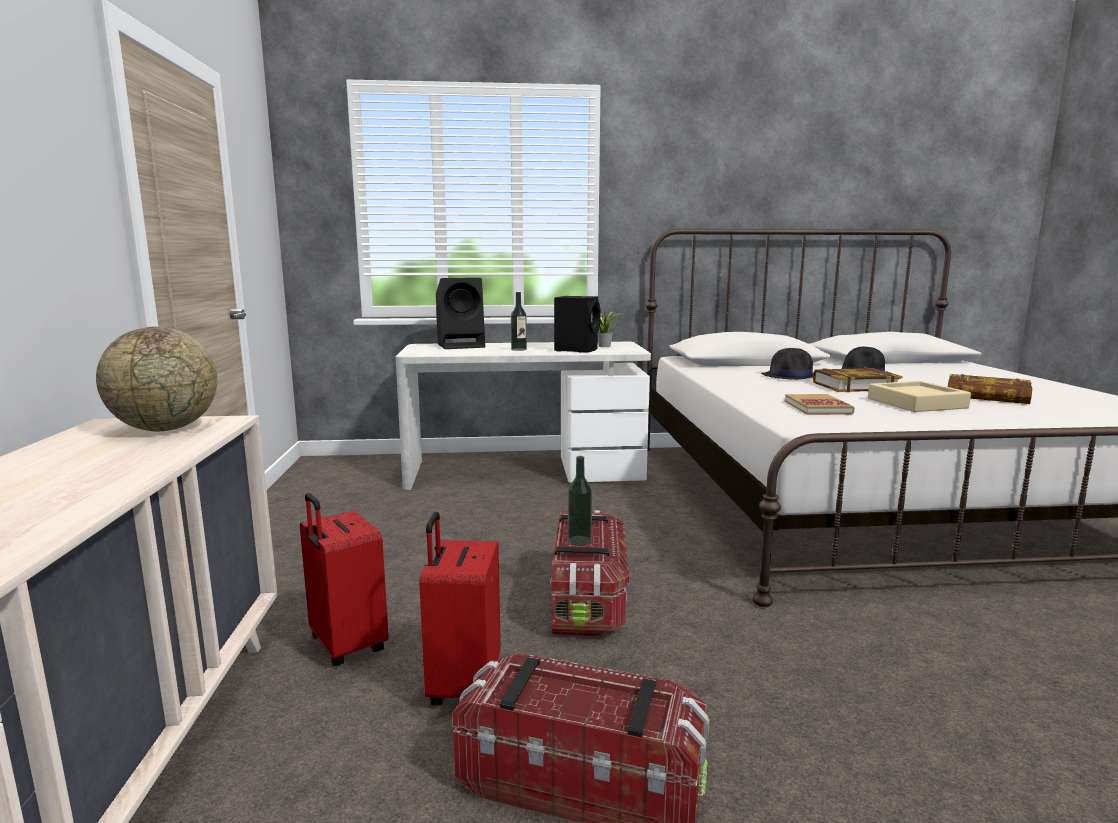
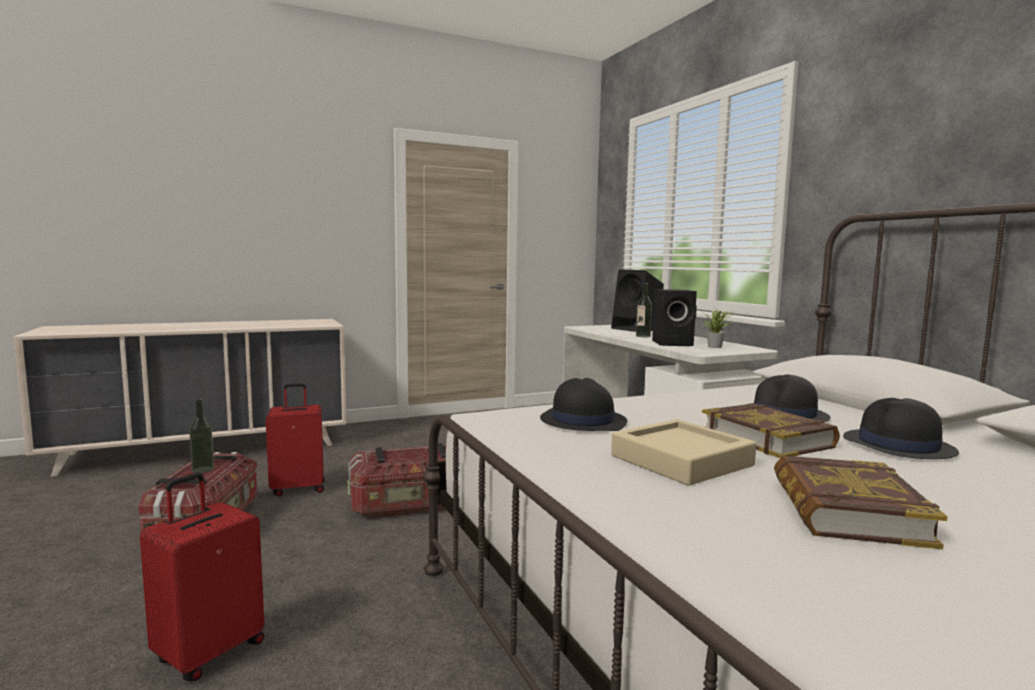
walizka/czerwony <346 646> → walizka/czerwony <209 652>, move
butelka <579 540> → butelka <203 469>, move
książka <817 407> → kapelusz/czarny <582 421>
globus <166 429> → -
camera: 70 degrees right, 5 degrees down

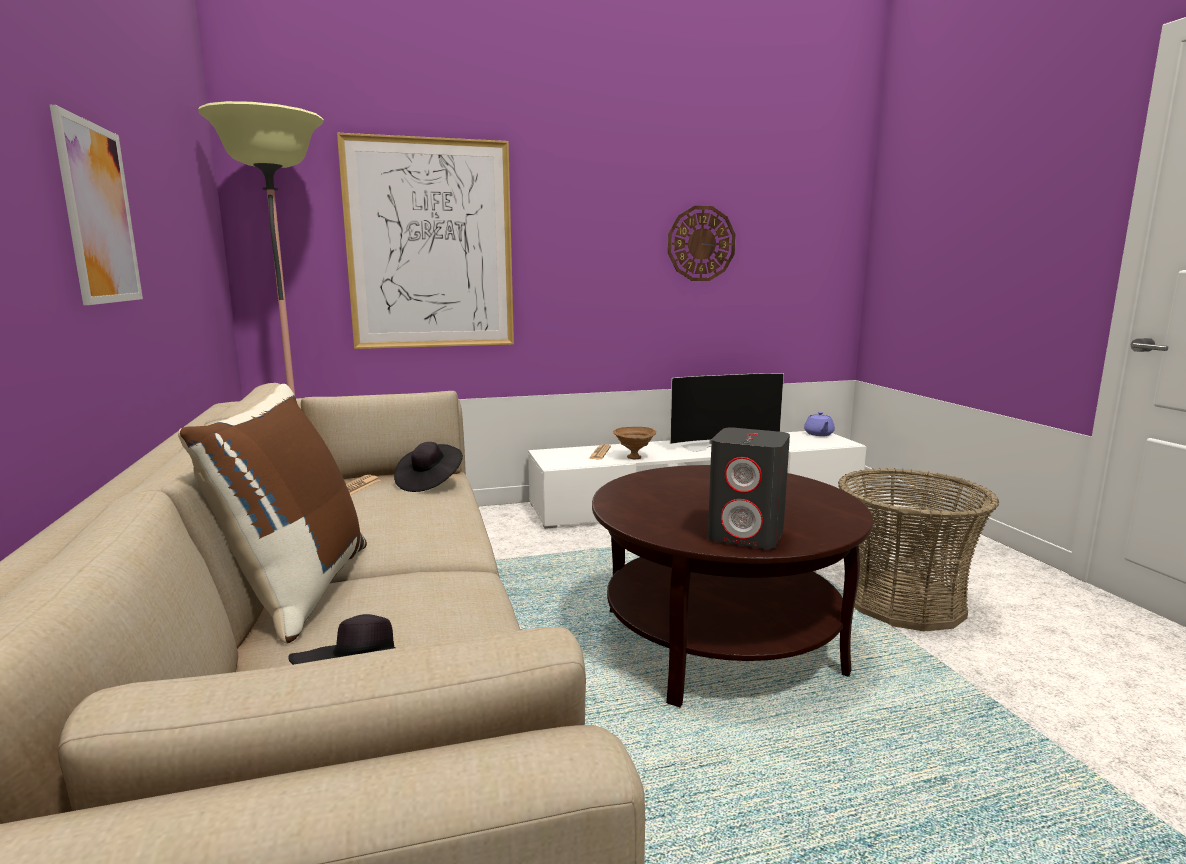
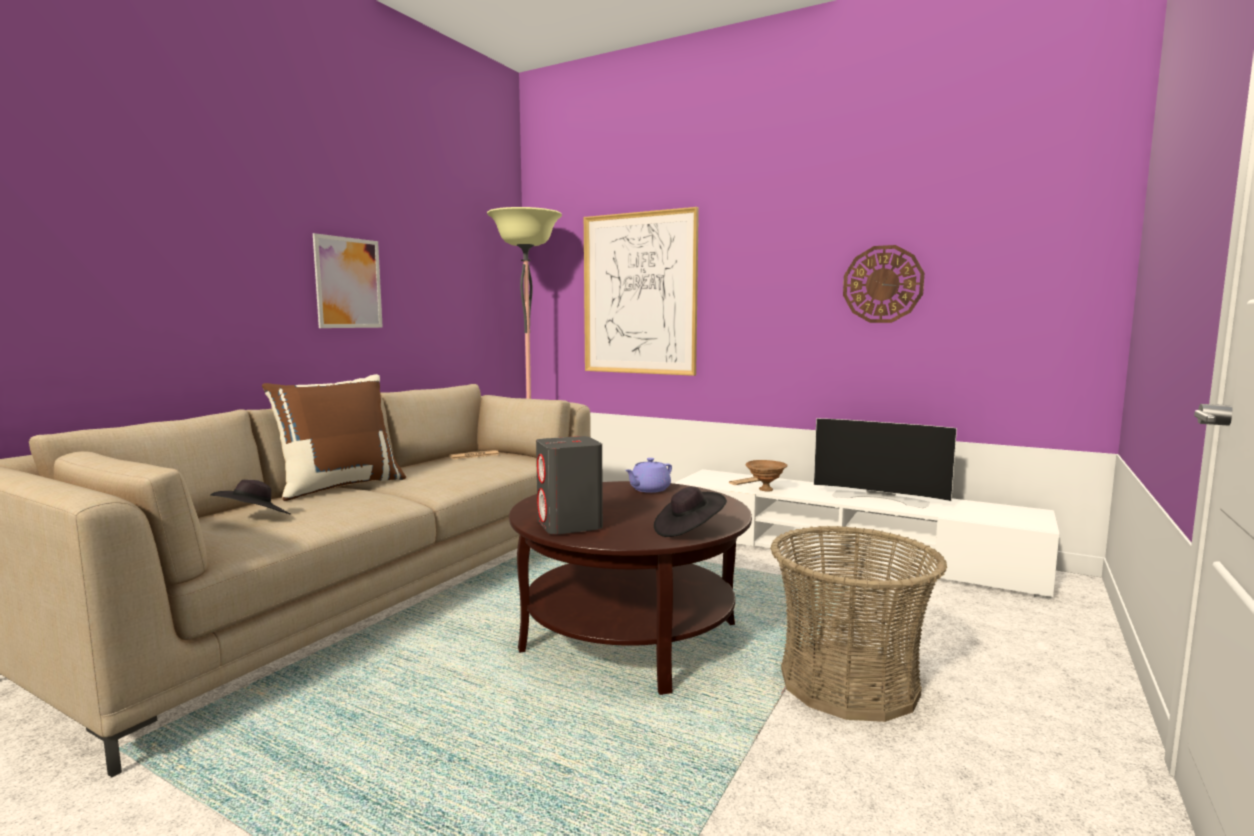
imbryk/fioletowy <819 434> → imbryk/fioletowy <649 489>, move
kapelusz/czarny <429 482> → kapelusz/czarny <688 530>, move
camera: 45 degrees right, 5 degrees down

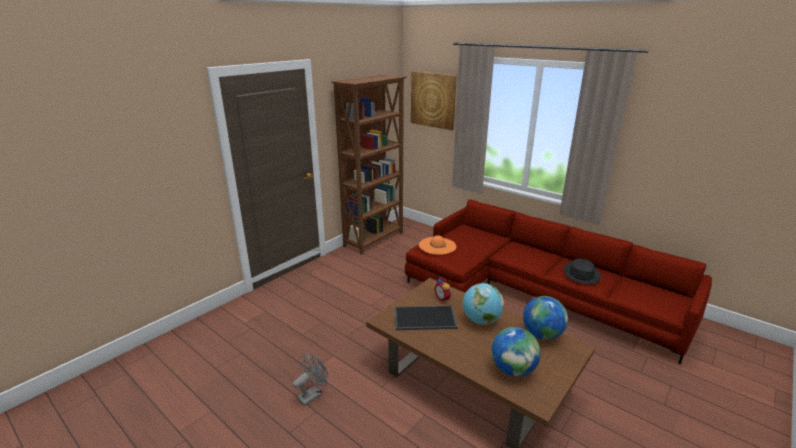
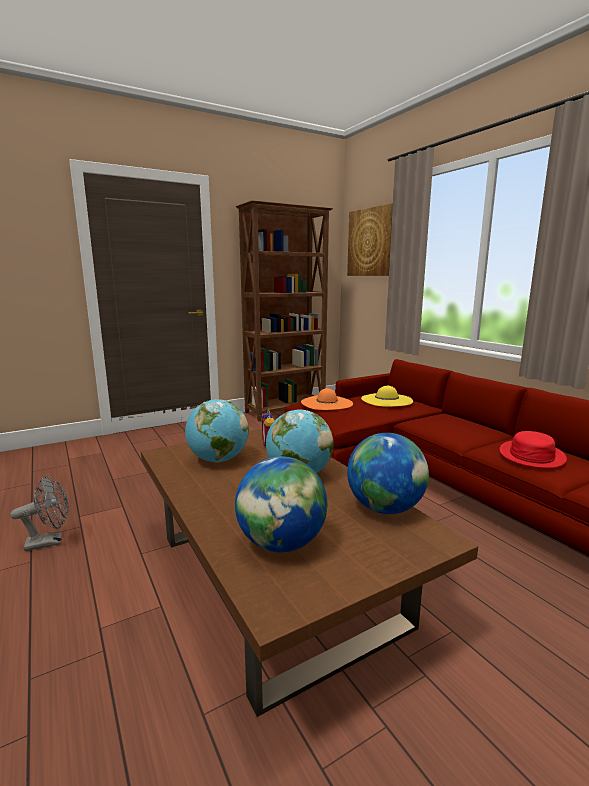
taca <424 319> → globus <218 460>
- → kapelusz/żółty <386 400>
kapelusz/czarny <581 274> → kapelusz/czerwony <531 455>
camera: 20 degrees right, 10 degrees down

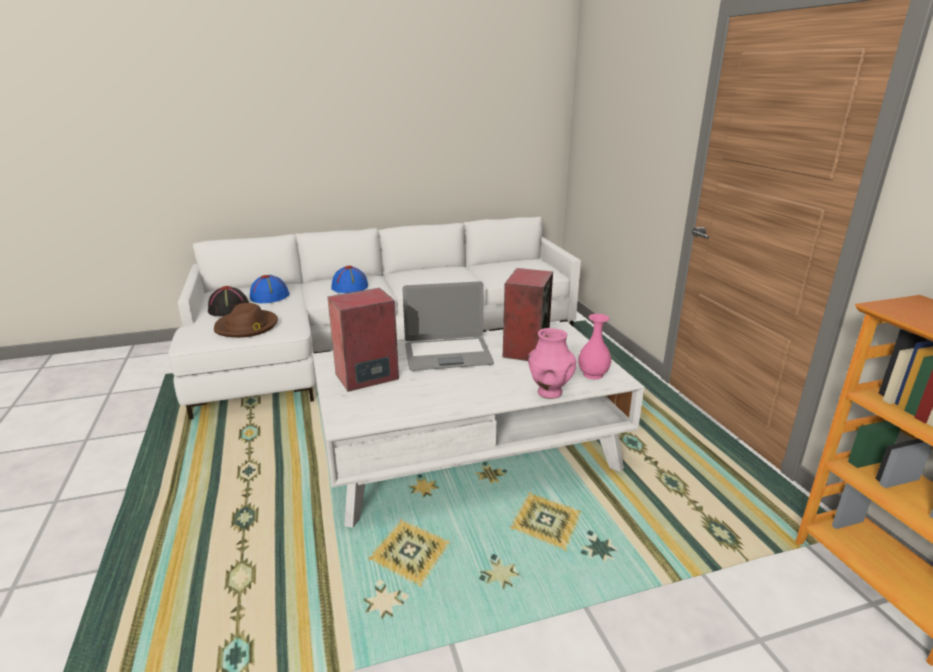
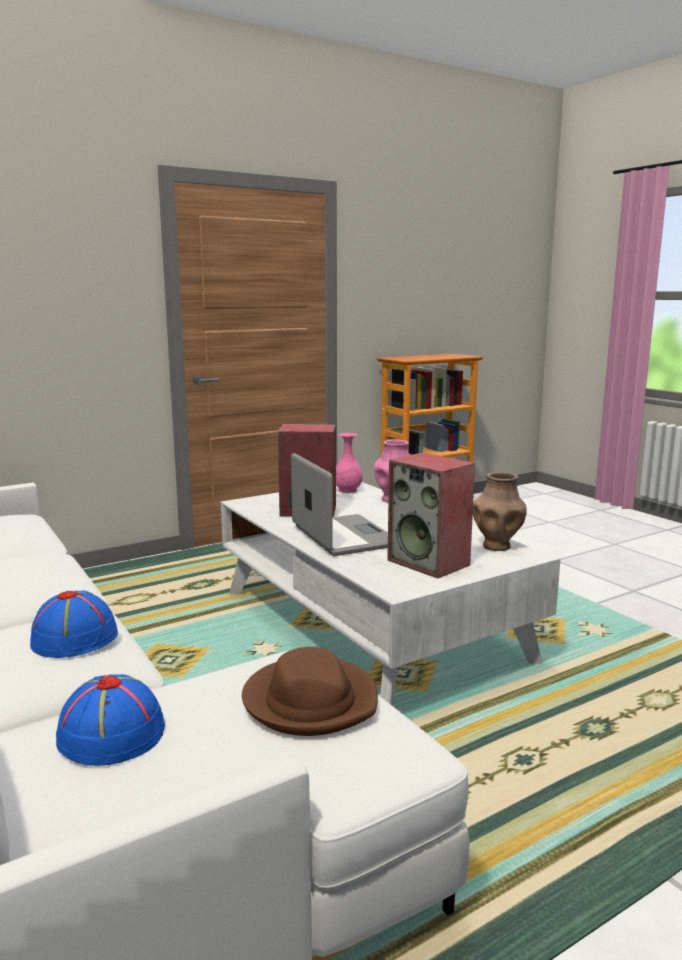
- → wazon/brązowy <497 546>
kapelusz/czarny <229 309> → -
camera: 105 degrees left, 10 degrees down

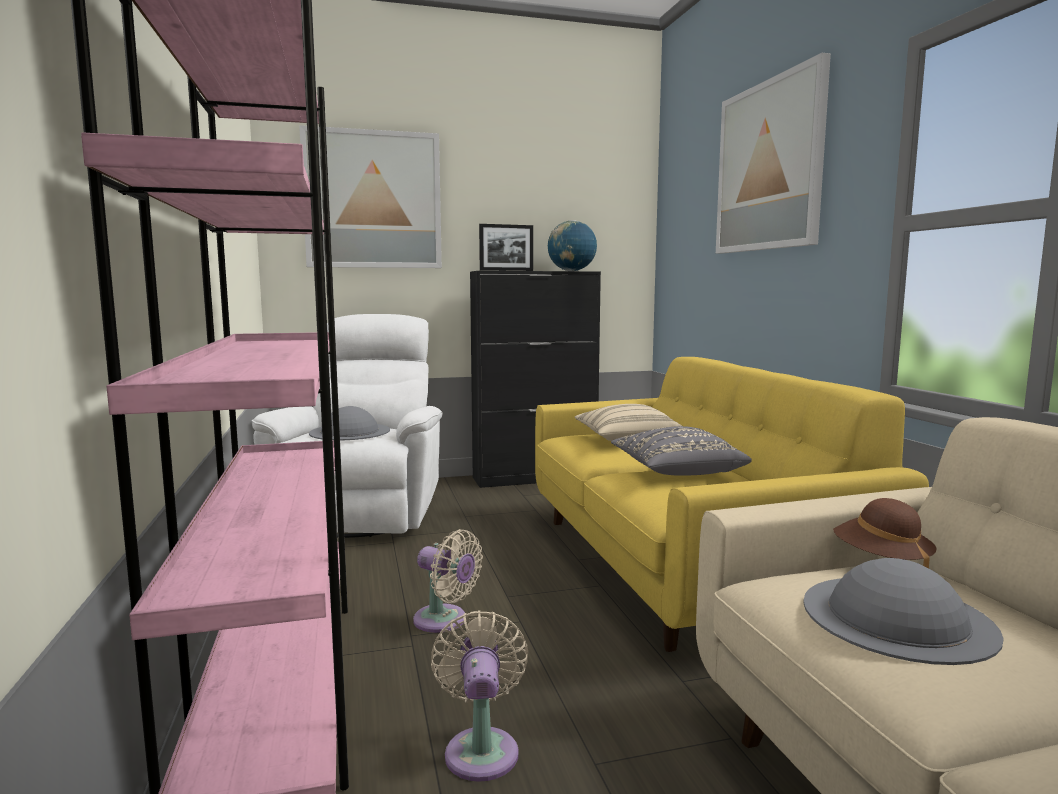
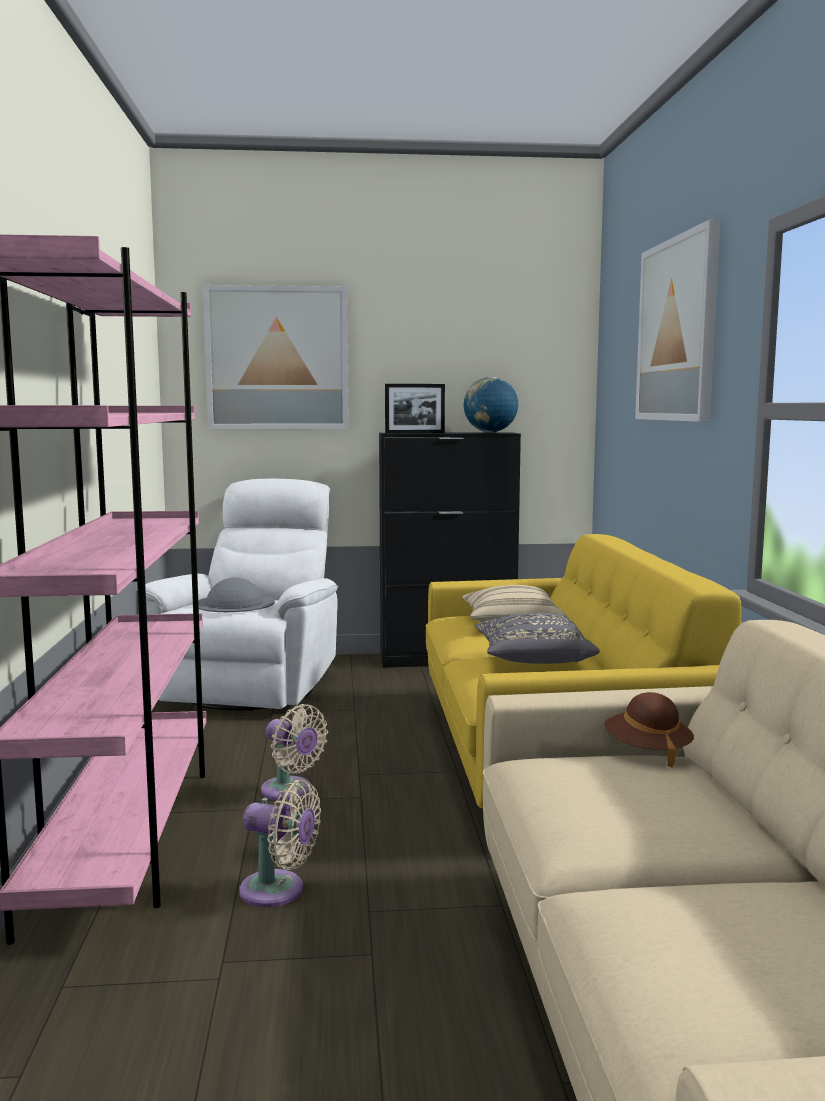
wentylator/beżowy <481 748> → wentylator/beżowy <278 891>, 105 degrees clockwise
kapelusz/szary <897 617> → -
camera: 10 degrees right, 0 degrees up

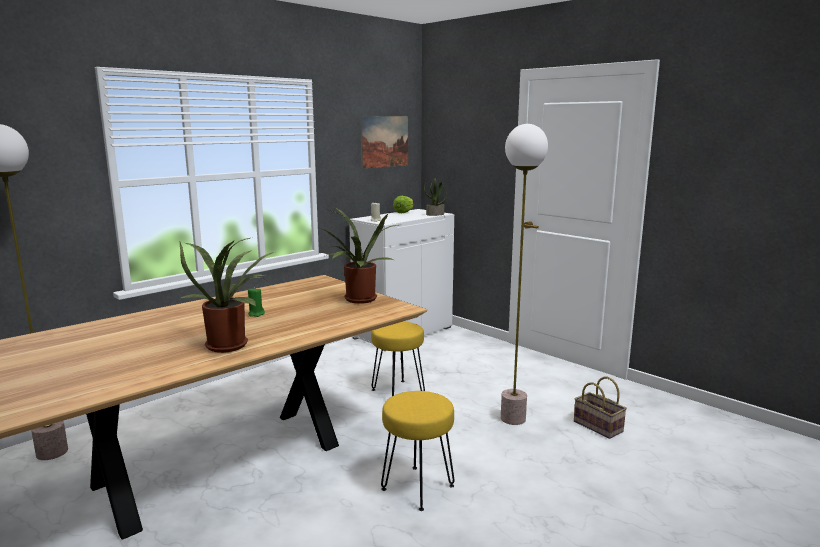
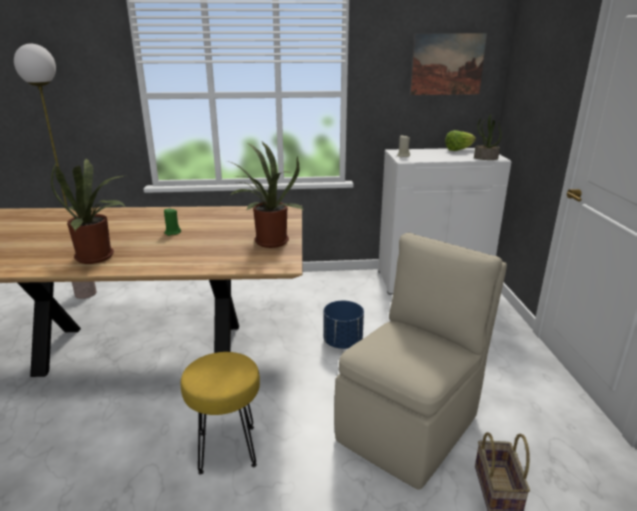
stołek/żółty <398 392> → donica/niebieski <343 342>
lampa stojąca <513 418> → krzesło/beżowy <410 425>
camera: 40 degrees right, 10 degrees up

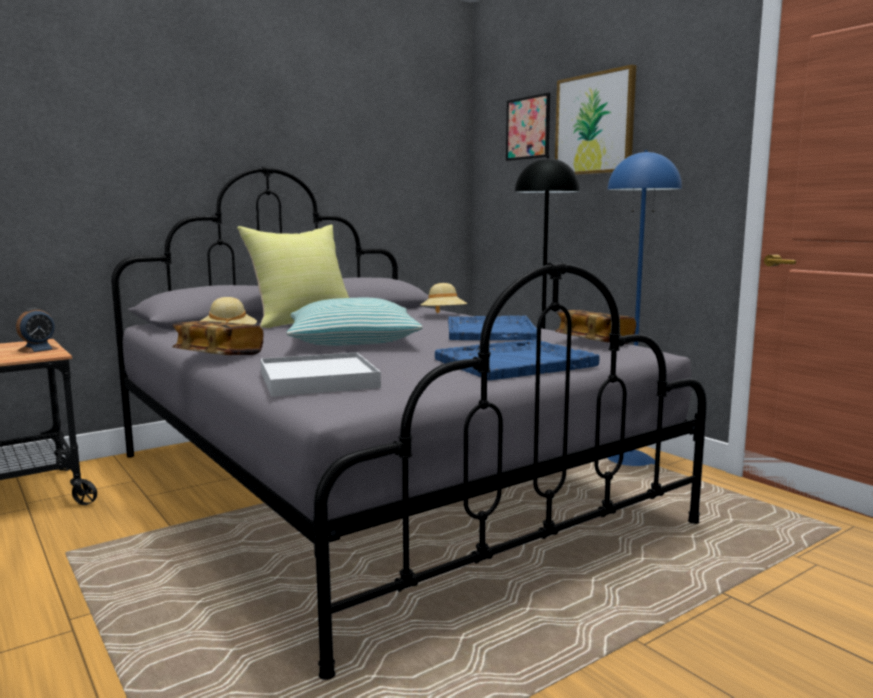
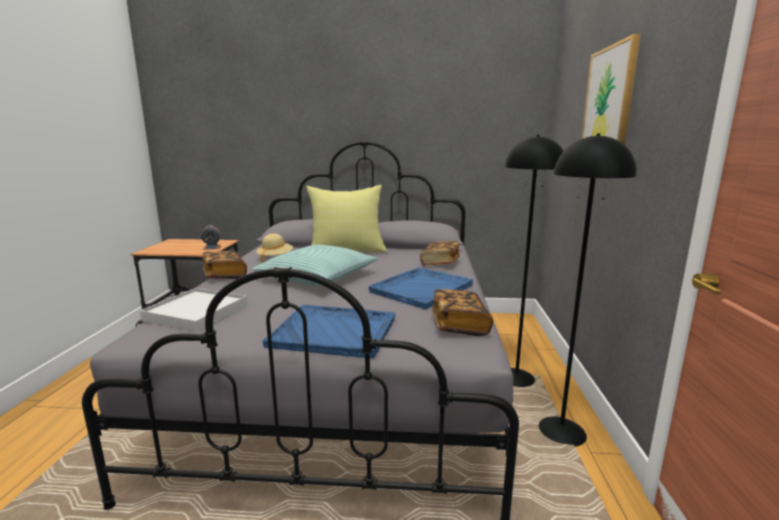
kapelusz/beżowy <443 316> → książka <440 263>
lampa stojąca/niebieski <629 459> → lampa stojąca/czarny <561 430>
obraz <528 128> → -
camera: 40 degrees right, 5 degrees up

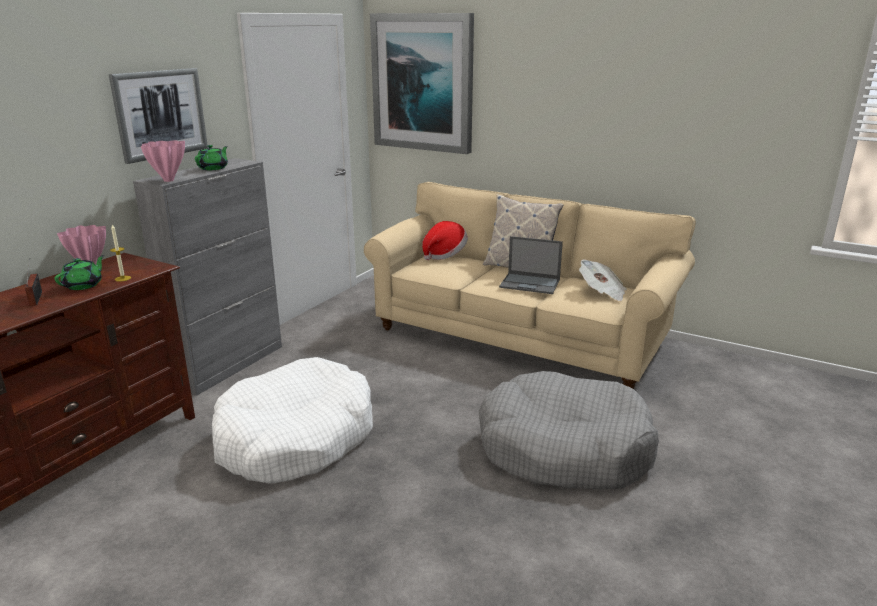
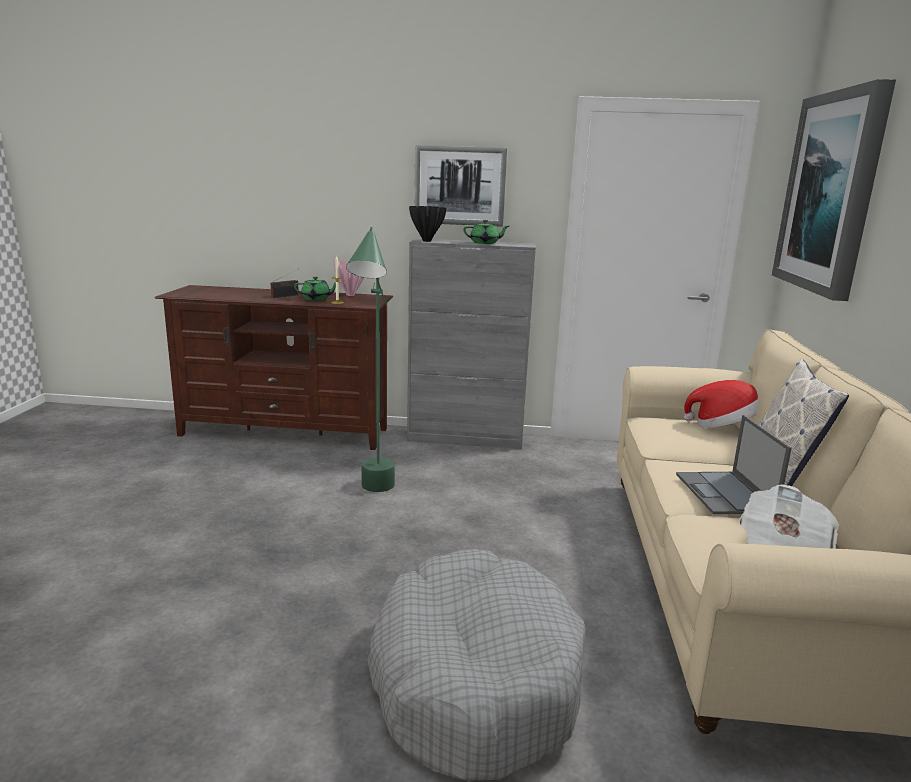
legowisko/biały <295 438> → lampa stojąca/zielony <374 497>
wazon/różowy <168 180> → wazon/czarny <426 241>
camera: 65 degrees right, 5 degrees down

